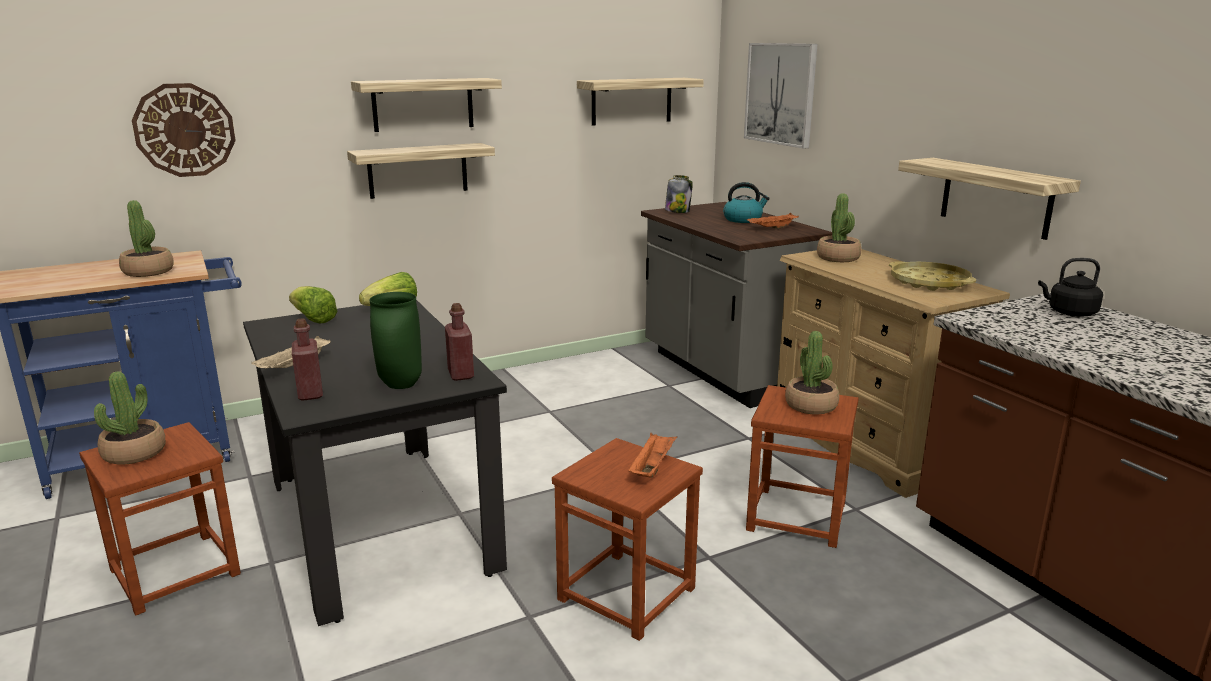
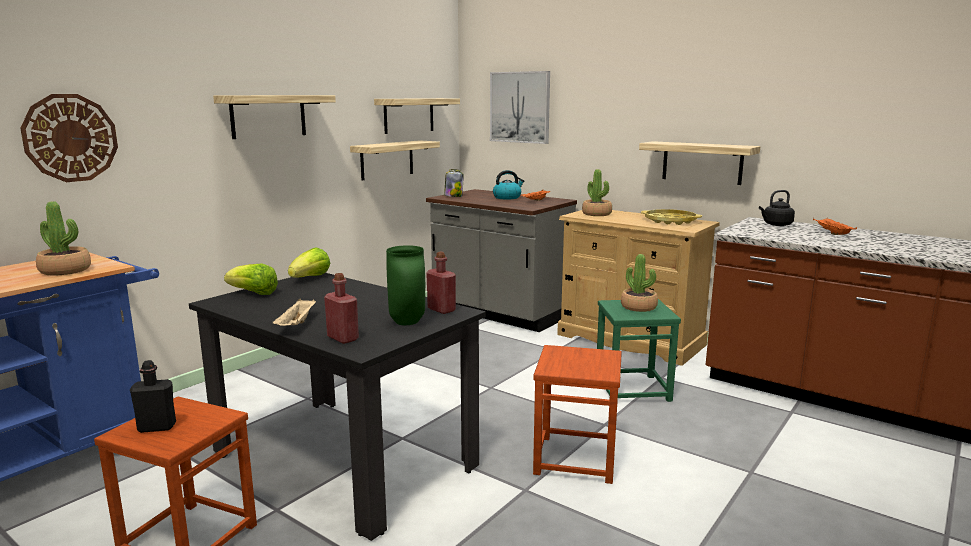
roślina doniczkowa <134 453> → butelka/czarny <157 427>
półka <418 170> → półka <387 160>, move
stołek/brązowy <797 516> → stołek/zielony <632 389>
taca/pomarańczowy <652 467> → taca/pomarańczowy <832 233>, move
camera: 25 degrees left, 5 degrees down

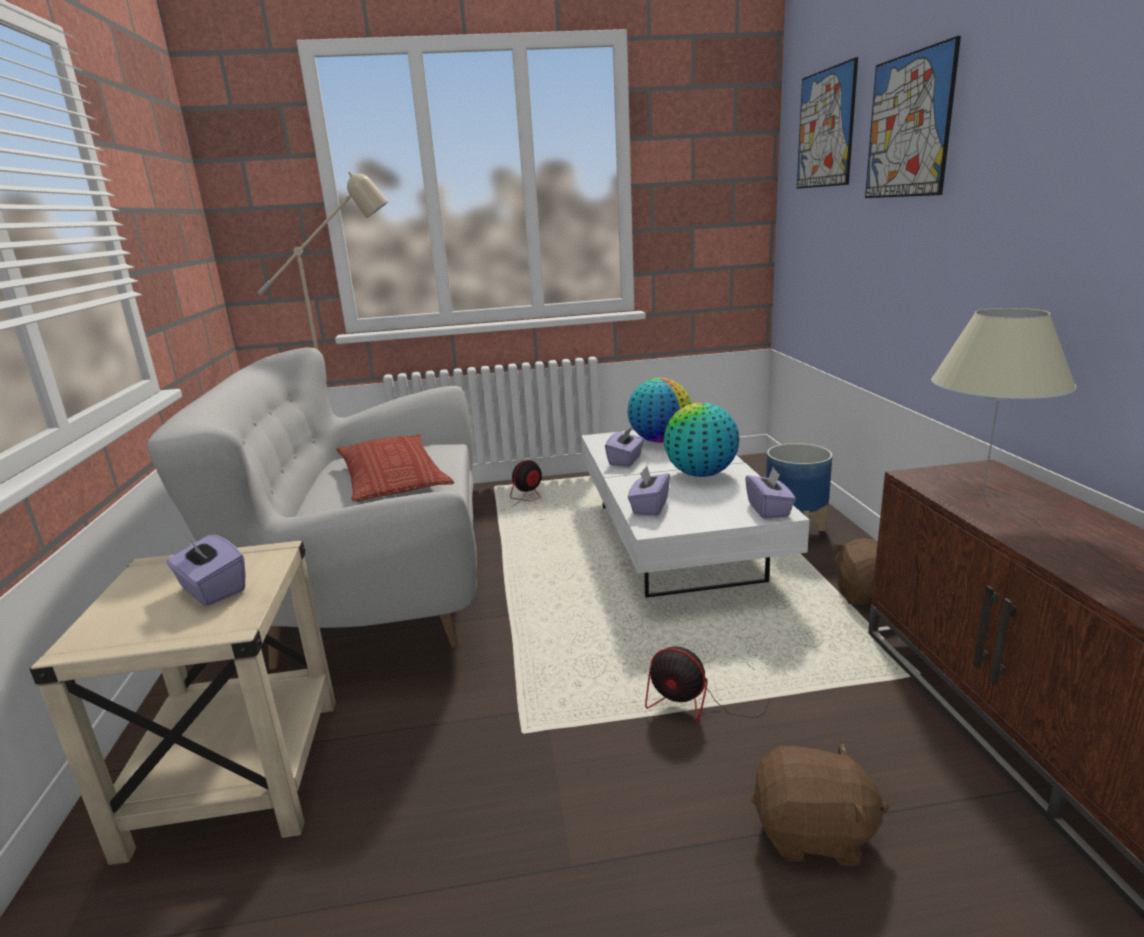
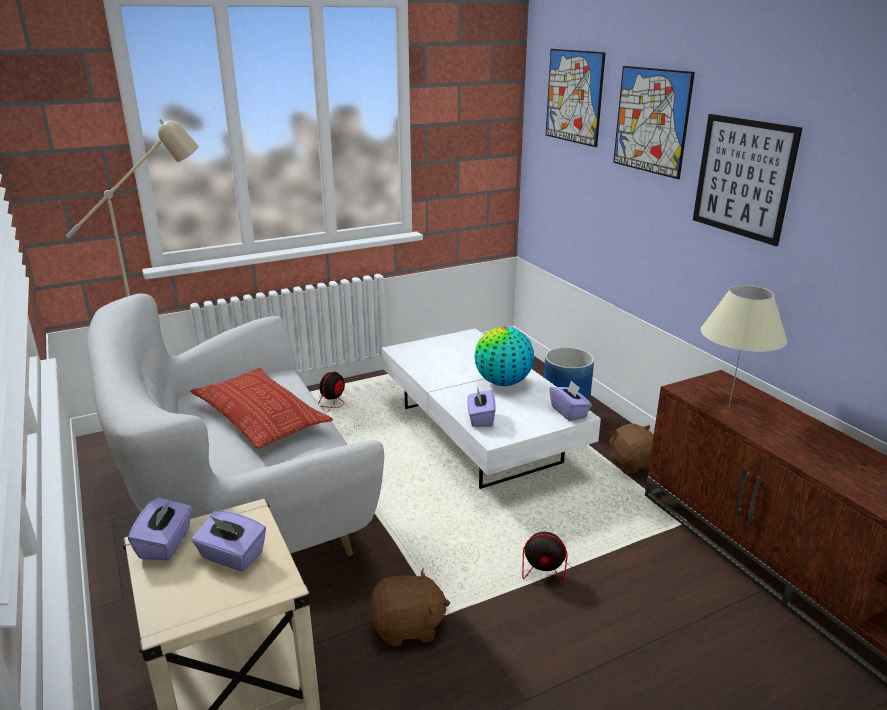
pudełko chusteczek/fioletowy <625 460> → pudełko chusteczek/fioletowy <166 544>, move
pluszak/brązowy <813 833> → pluszak/brązowy <408 627>, move
- → obraz <743 178>
globus <660 441> → -
camera: 20 degrees left, 5 degrees up

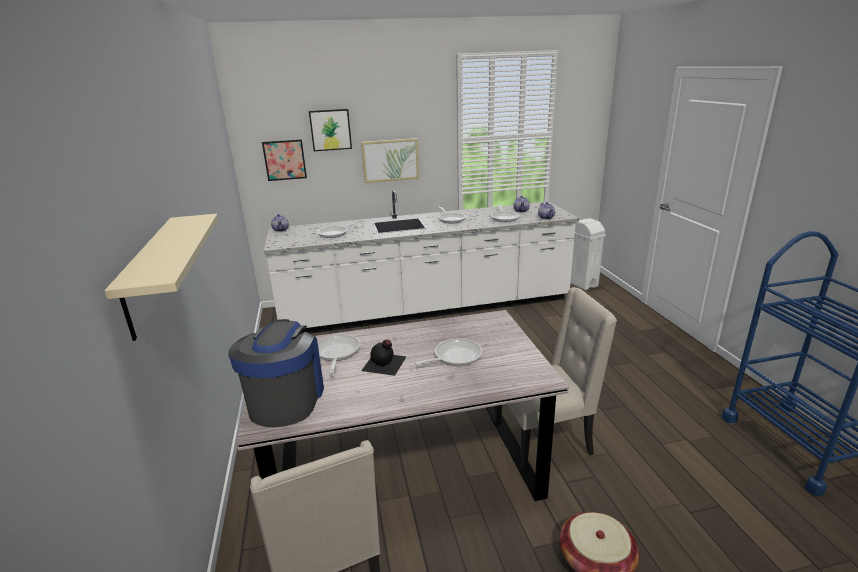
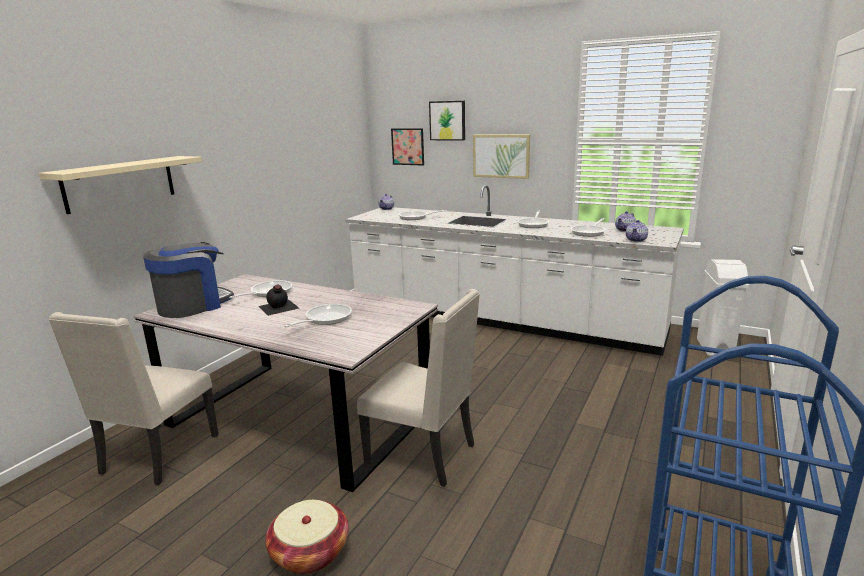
patelnia <454 357> → patelnia <325 319>, 60 degrees counterclockwise
camera: 40 degrees right, 5 degrees down

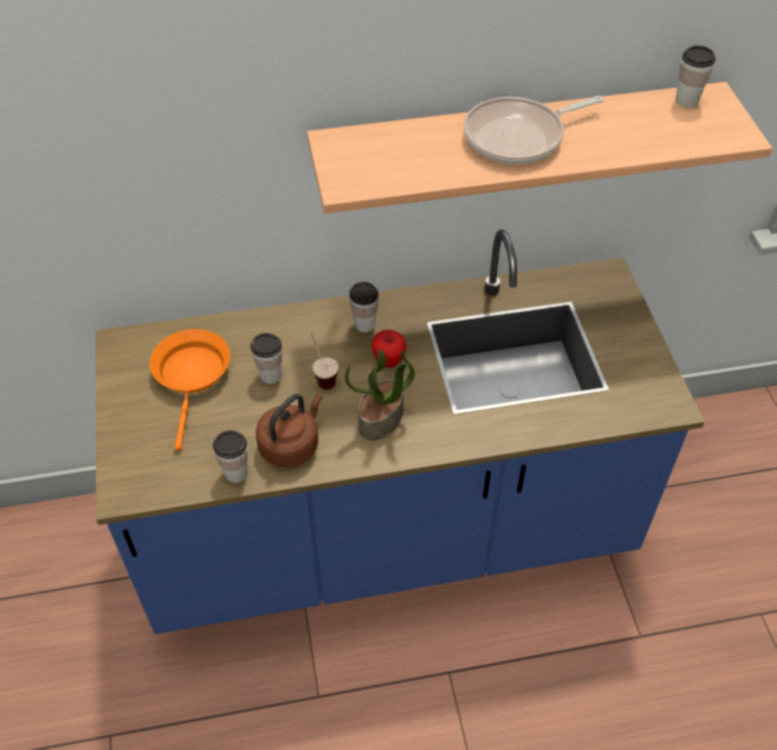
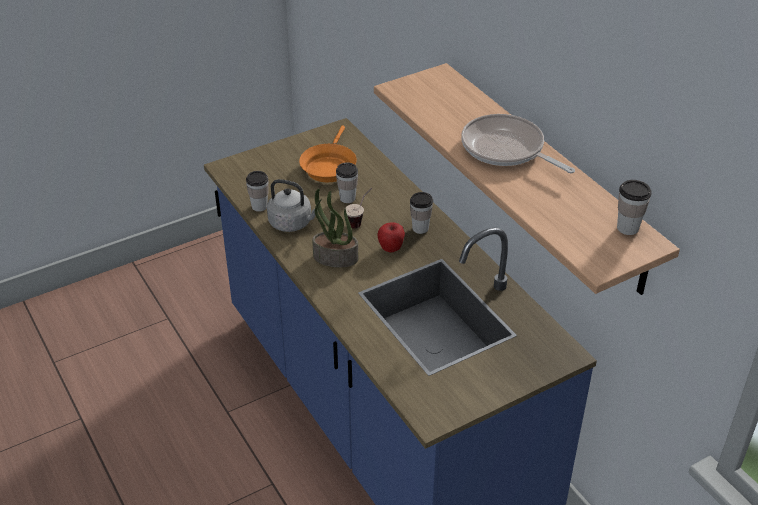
czajnik/brązowy <291 445> → czajnik/szary <292 223>
patelnia/pomarańczowy <192 376> → patelnia/pomarańczowy <329 166>, 120 degrees clockwise
camera: 70 degrees right, 10 degrees down

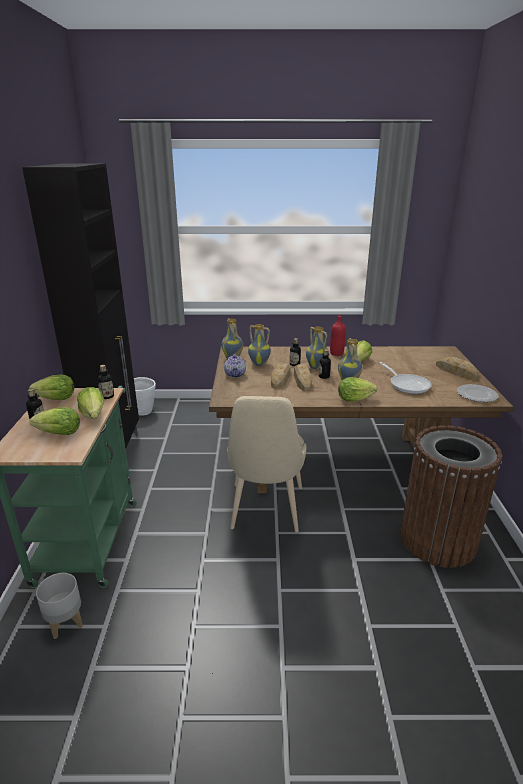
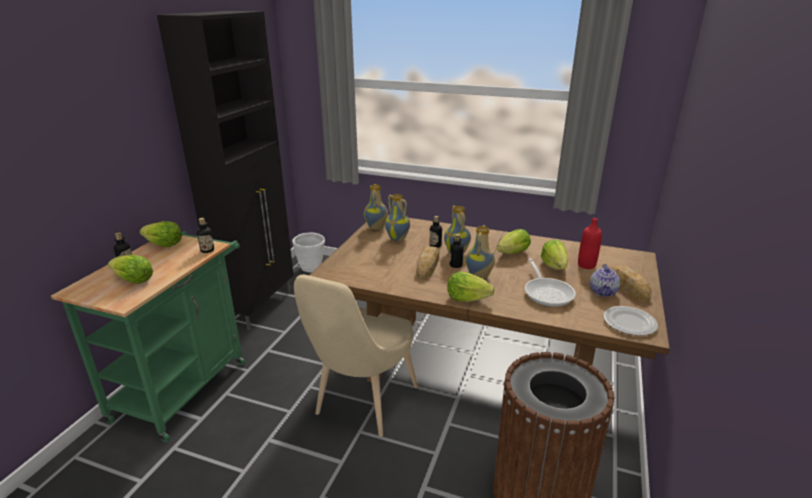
sałata <93 415> → sałata <554 266>, move
butelka/czerwony <336 353> → butelka/czerwony <586 265>, move
imbryk <235 374> → imbryk <603 292>, move
donica/szary <66 623> → -
chleb <281 378> → -
camera: 20 degrees right, 0 degrees up

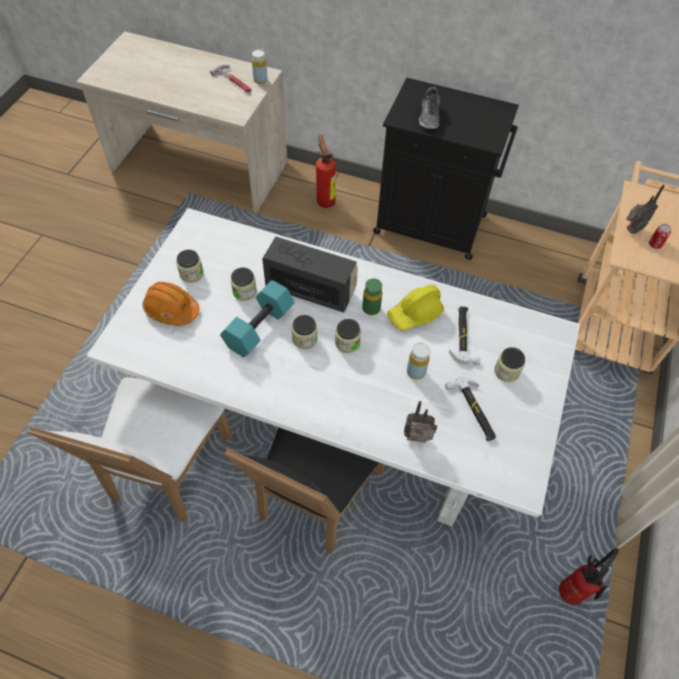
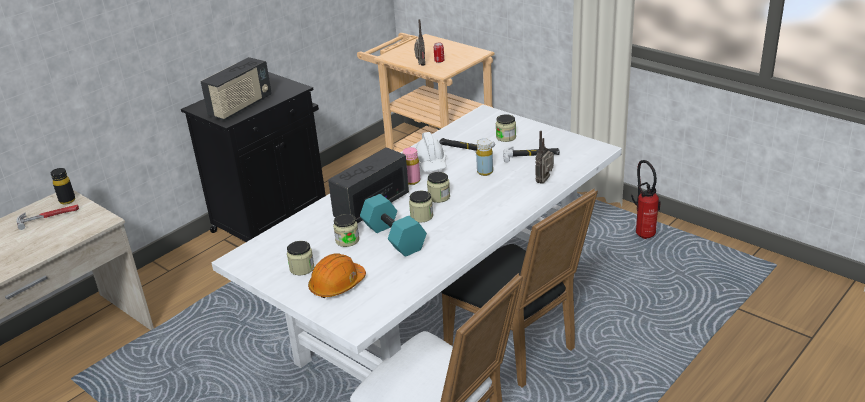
butelka/żółty <260 80> → butelka/czarny <67 200>
but <429 116> → radio <241 107>
butelka/zielony <371 309> → butelka/różowy <412 181>
kask/żółty <415 314> → kask/biały <431 163>
gaśnica <325 200> → -
camera: 65 degrees left, 25 degrees down

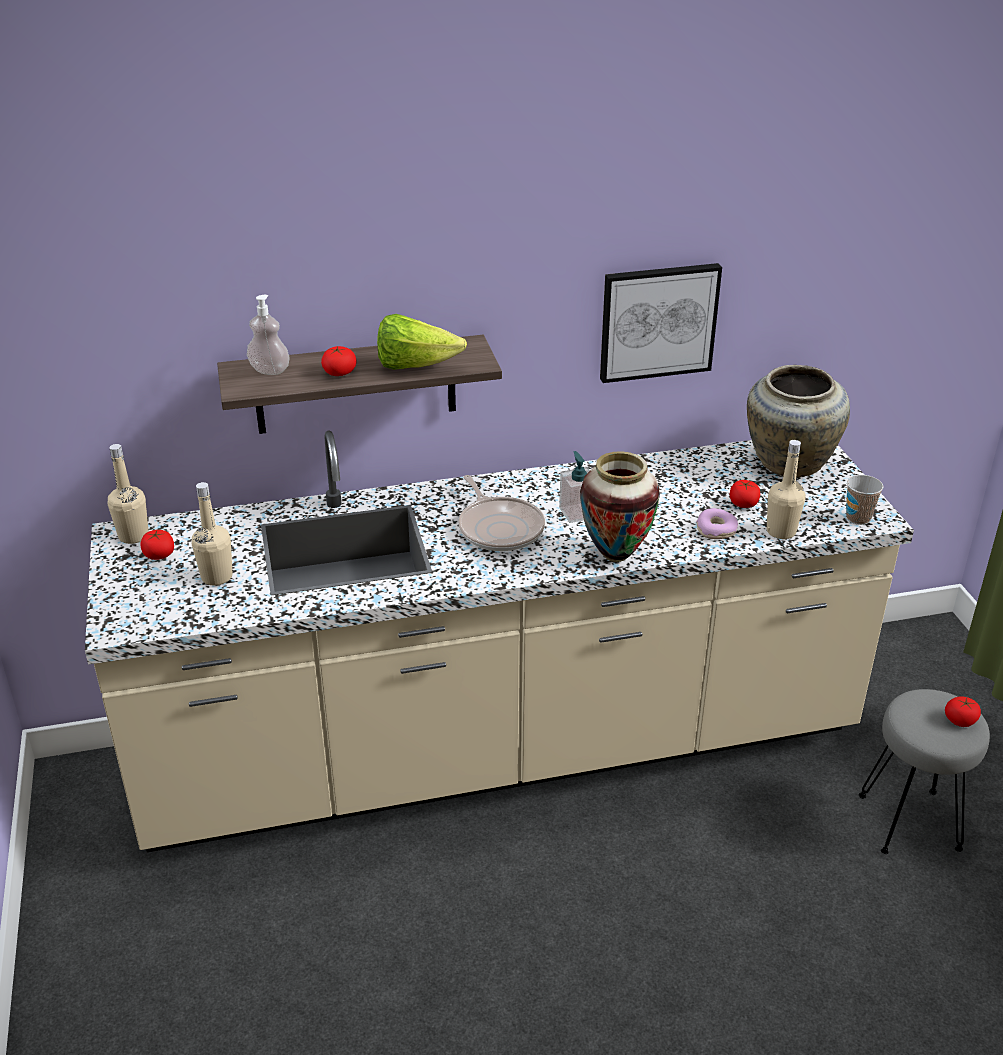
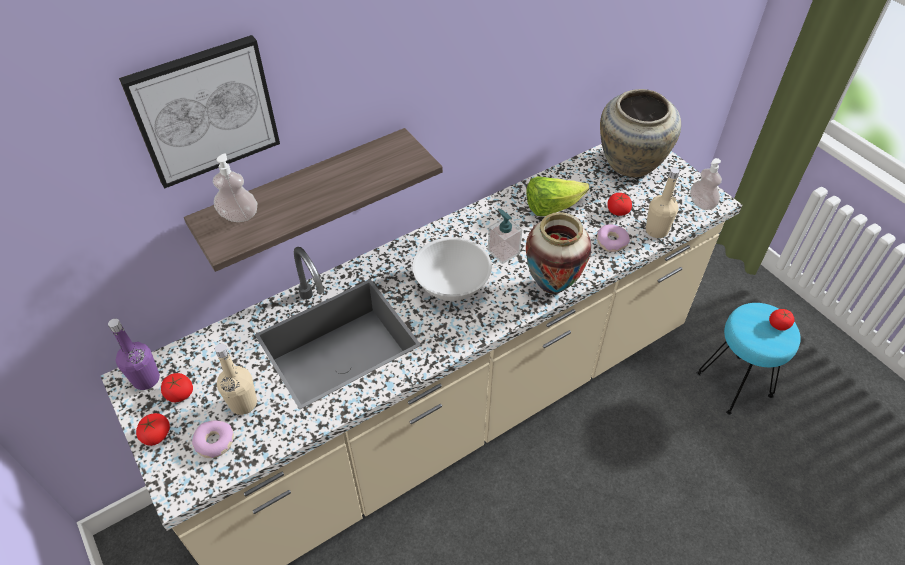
butelka/beżowy <133 536> → butelka/fioletowy <146 379>
obraz <658 321> → obraz <204 111>, move
pomidor <339 372> → pomidor <156 435>, move
- → donut <214 442>
patelnia <499 528> → miska/biały <452 284>
sałata <415 366> → sałata <551 207>, move
filiżanka <858 518> → dozownik mydła <701 203>
stołek/szary <911 822> → stołek/turkusowy <735 384>
camera: 20 degrees left, 15 degrees up

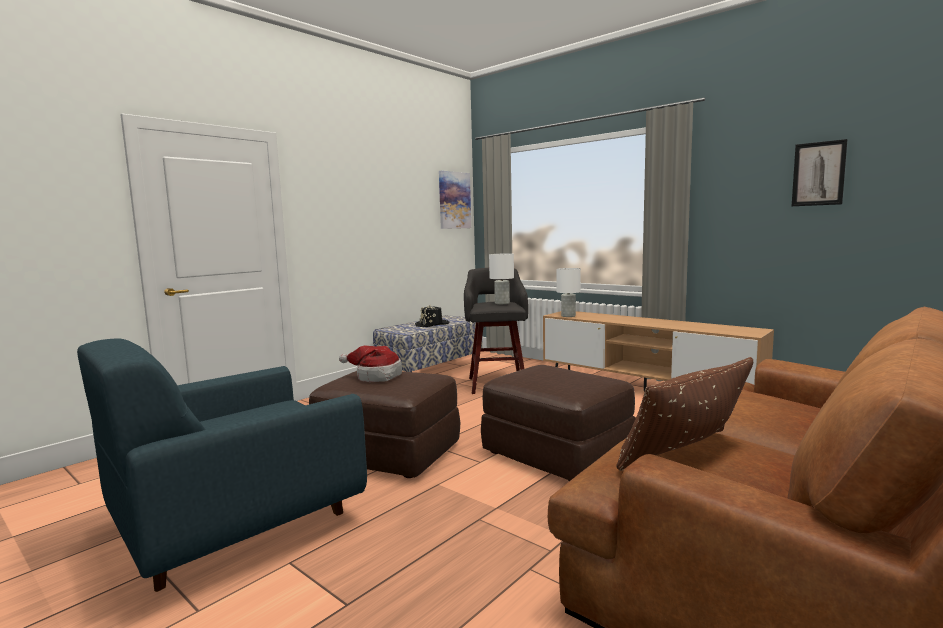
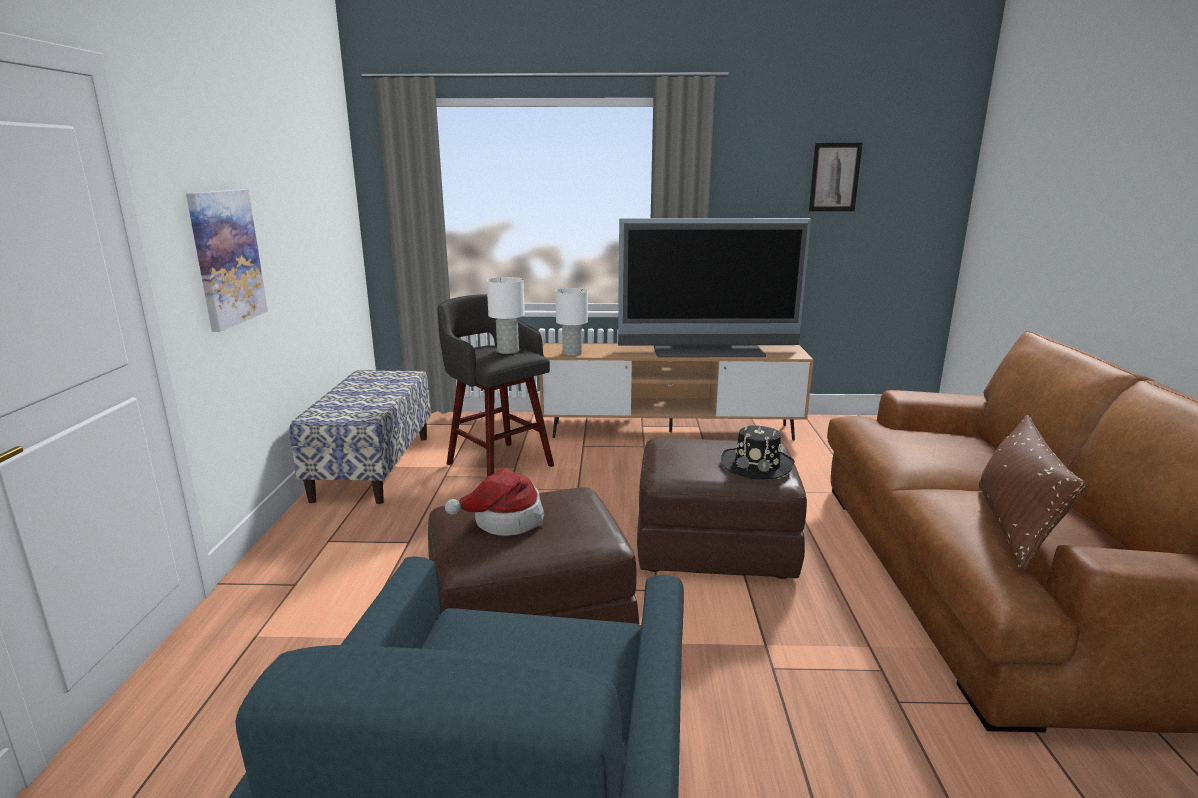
obraz <454 200> → obraz <226 258>, move
- → telewizor <708 351>
kapelusz/czarny <432 324> → kapelusz/czarny <757 465>, move
camera: 40 degrees left, 10 degrees up

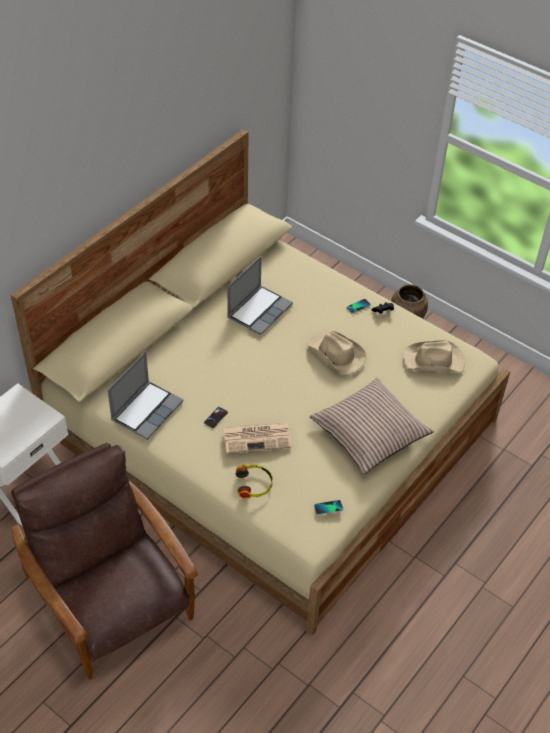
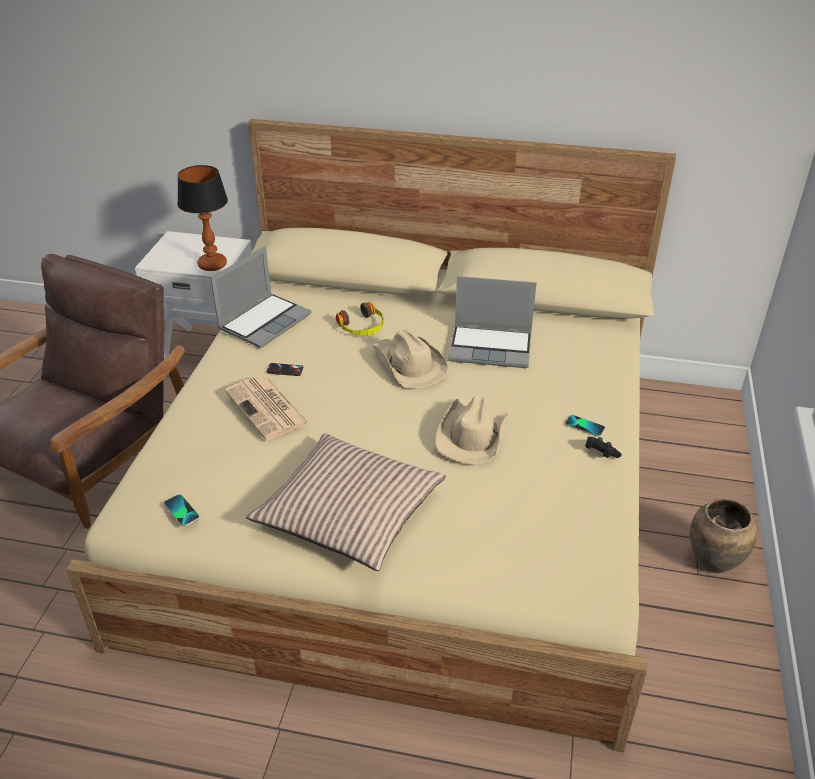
- → lampa stołowa <213 265>
laptop <147 410> → laptop <265 321>, 60 degrees counterclockwise
słuchawki <254 484> → słuchawki <362 326>, move
kapelusz/beżowy <434 361> → kapelusz/beżowy <409 364>, move
camera: 65 degrees right, 10 degrees down

